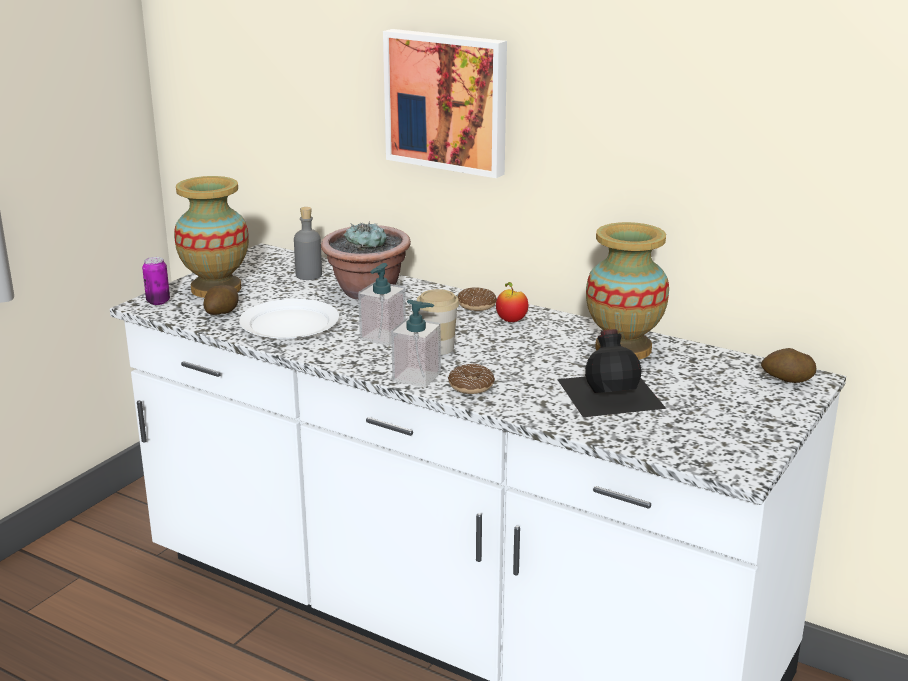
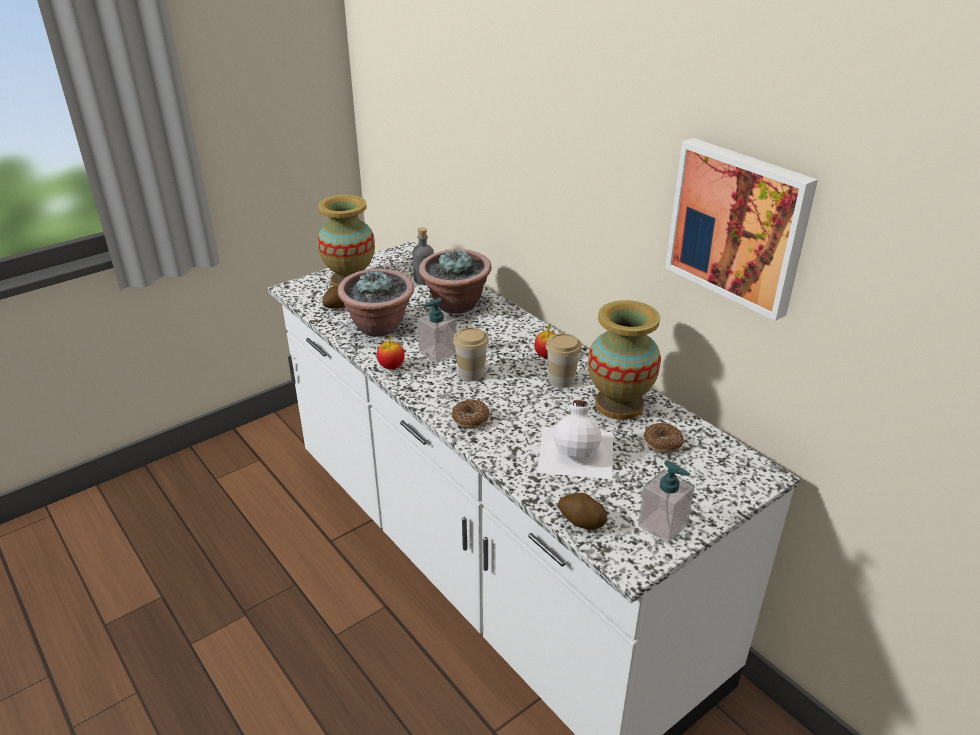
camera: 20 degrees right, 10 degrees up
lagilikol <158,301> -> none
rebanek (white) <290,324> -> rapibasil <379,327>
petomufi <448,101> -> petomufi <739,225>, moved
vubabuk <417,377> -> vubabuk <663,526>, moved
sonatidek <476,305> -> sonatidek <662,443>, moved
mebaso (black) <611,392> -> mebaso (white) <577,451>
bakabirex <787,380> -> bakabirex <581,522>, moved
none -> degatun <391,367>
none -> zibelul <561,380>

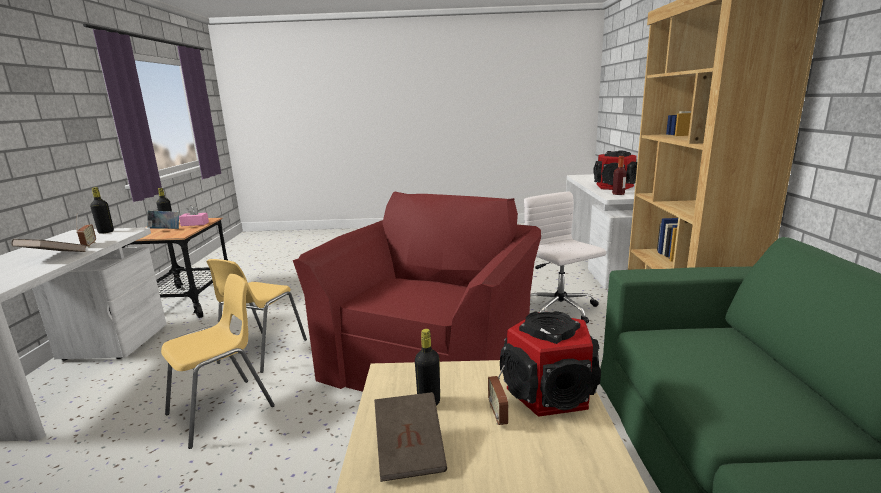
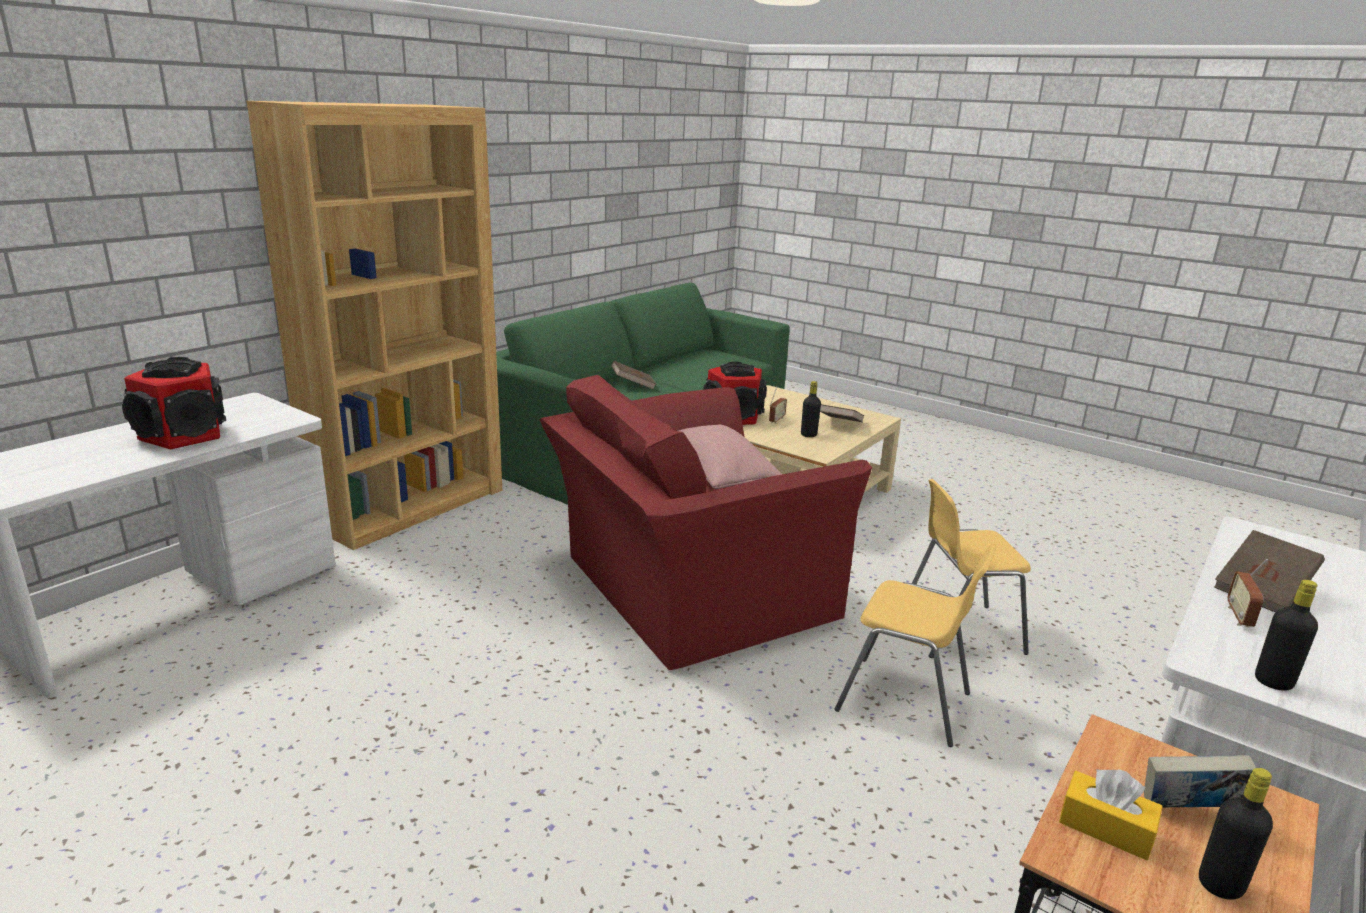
camera: 145 degrees left, 5 degrees up
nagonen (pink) <195,224> -> nagonen (yellow) <1106,827>
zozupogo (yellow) <262,351> -> zozupogo (yellow) <905,702>, 60 degrees clockwise
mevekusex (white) <560,310> -> none
mebaso <618,194> -> none
none -> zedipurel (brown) <633,385>
none -> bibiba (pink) <717,474>

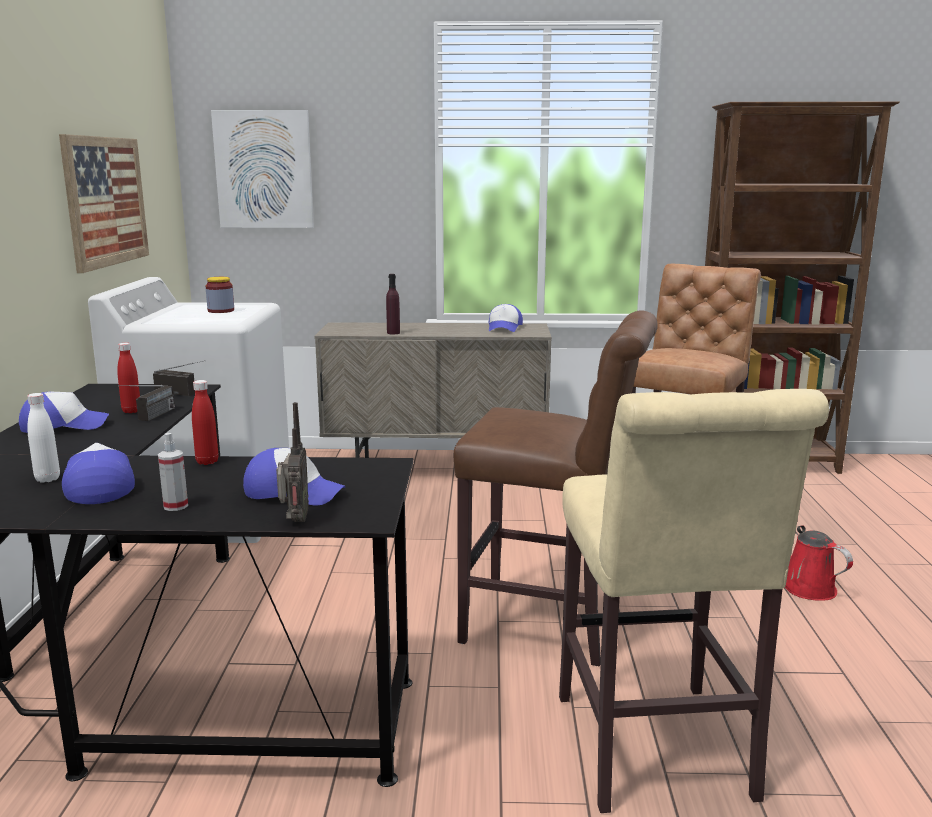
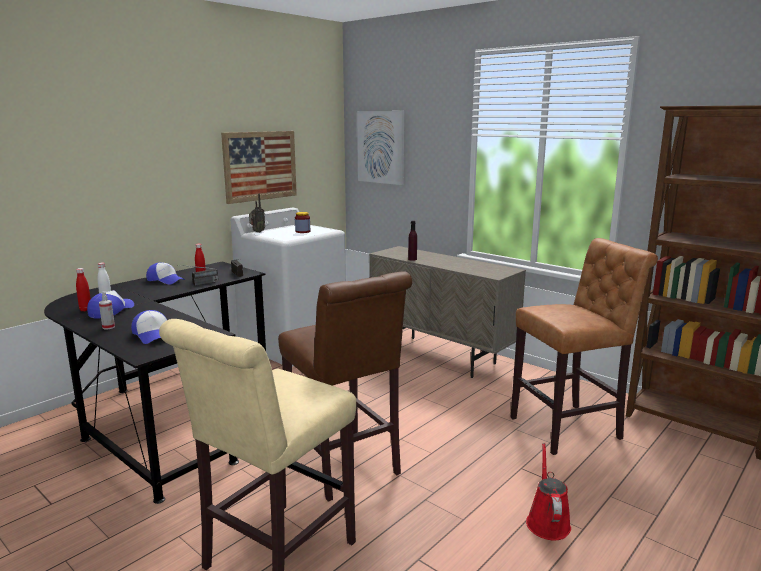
camera: 40 degrees right, 0 degrees up
mebaso (red) <207,462> -> mebaso (red) <85,310>, moved
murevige <294,521> -> murevige <257,232>, moved
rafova <504,328> -> none

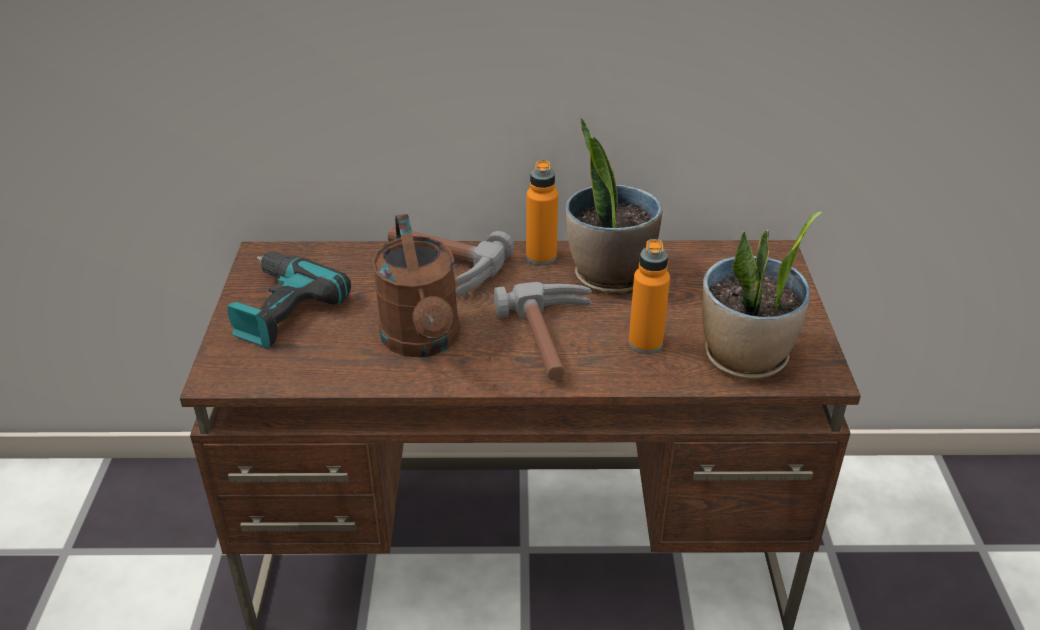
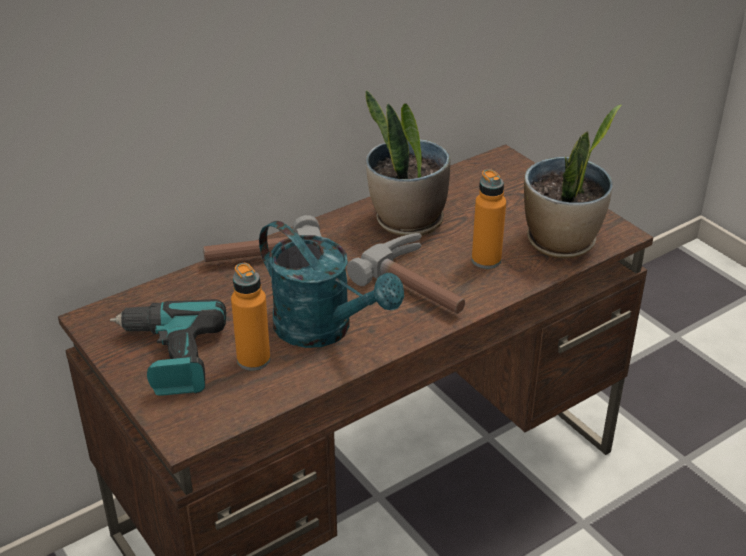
camera: 35 degrees left, 0 degrees up
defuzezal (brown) <423,342> -> defuzezal (turquoise) <324,330>
mebaso (orange) <541,256> -> mebaso (orange) <253,359>, moved

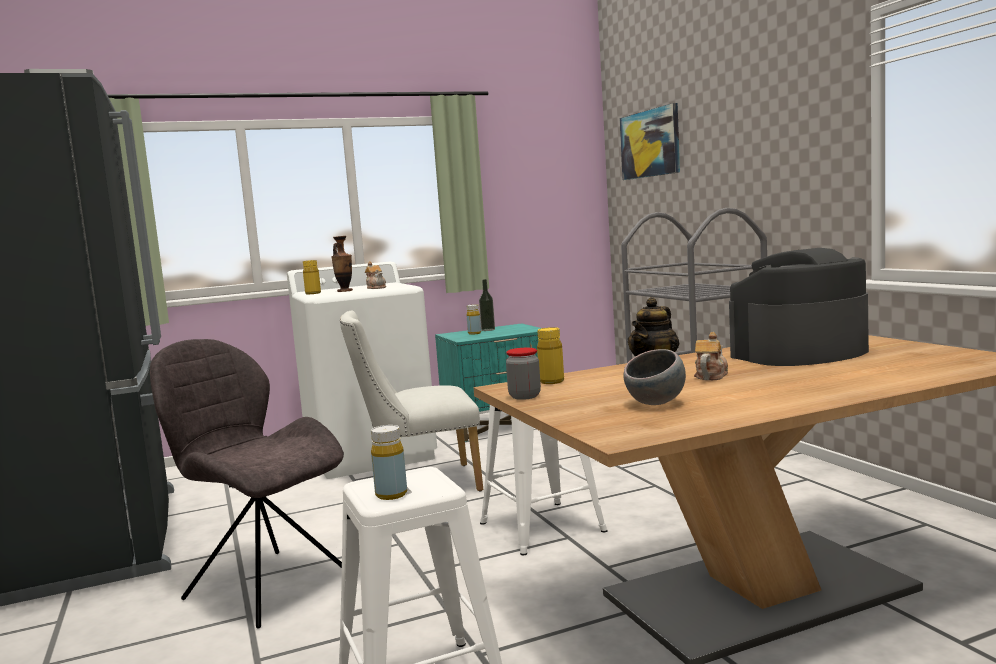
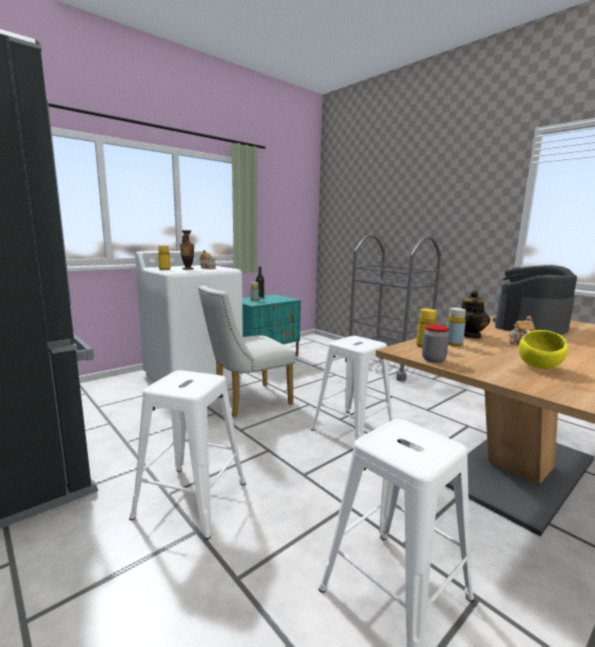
camera: 20 degrees left, 5 degrees up
zozupogo (grey) <265,585> -> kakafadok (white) <191,498>
mebaso (yellow) <391,494> -> mebaso (yellow) <453,344>, moved
petomufi <650,143> -> none
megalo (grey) <656,403> -> megalo (yellow) <539,367>

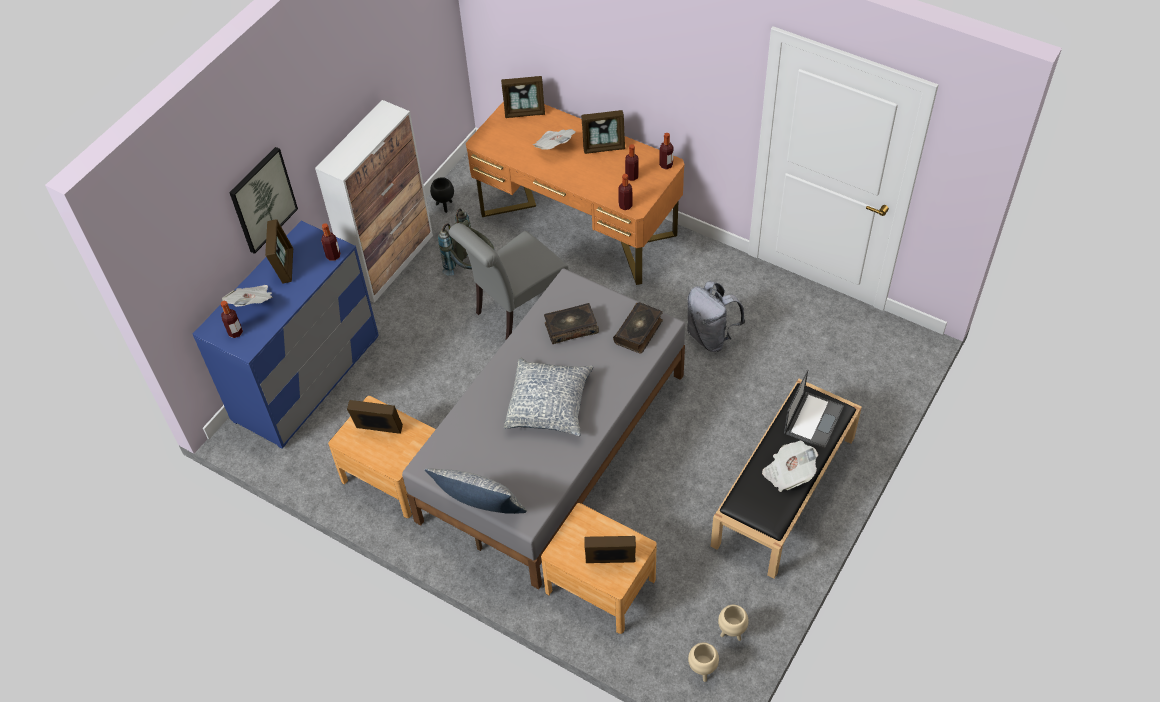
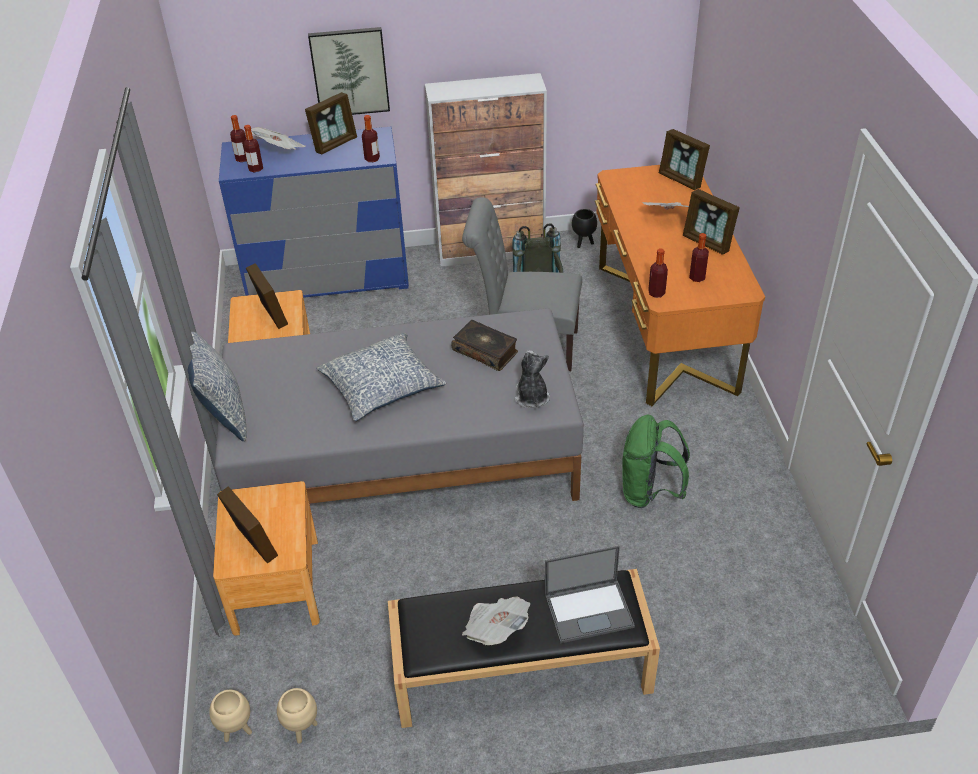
camera: 50 degrees right, 10 degrees down
zedipurel <639,332> -> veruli <531,397>
mebaso <666,165> -> mebaso <256,169>, moved
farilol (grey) <711,336> -> farilol (green) <649,492>

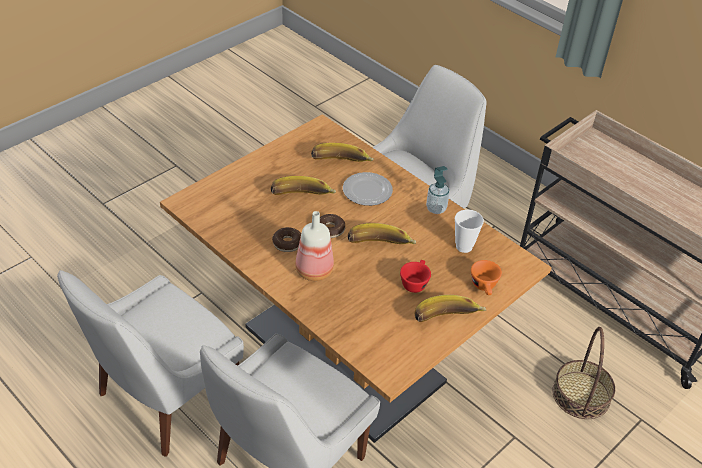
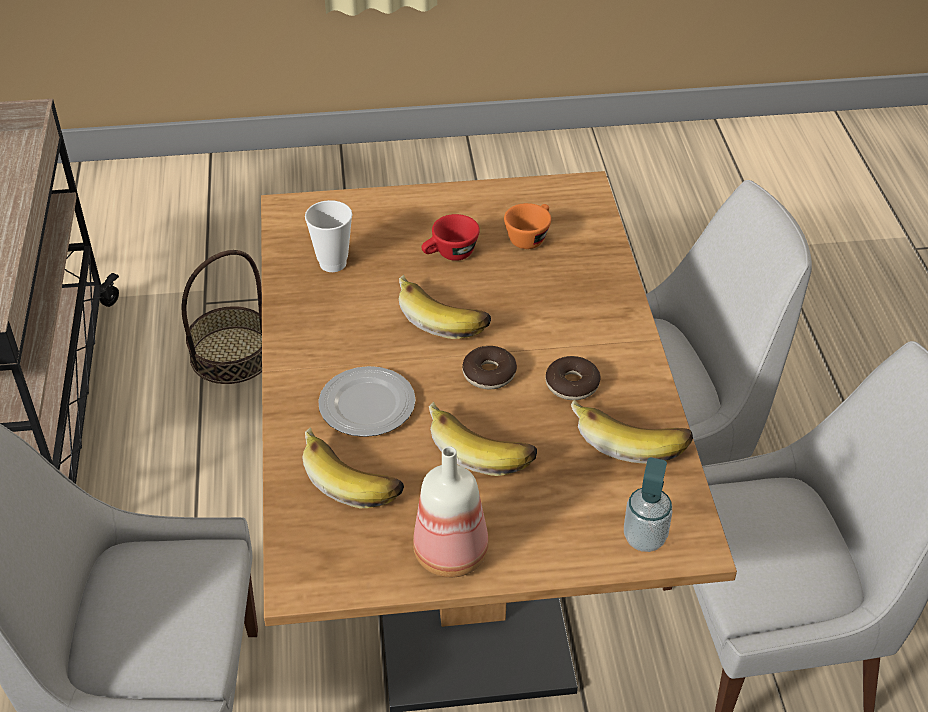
camera: 140 degrees left, 0 degrees up
mebaso <313,271> -> mebaso <453,553>, moved
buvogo <447,320> -> buvogo <630,439>, moved
vubabuk <436,209> -> vubabuk <644,538>, moved
zibelul (orange) <484,287> -> zibelul (orange) <529,236>, moved

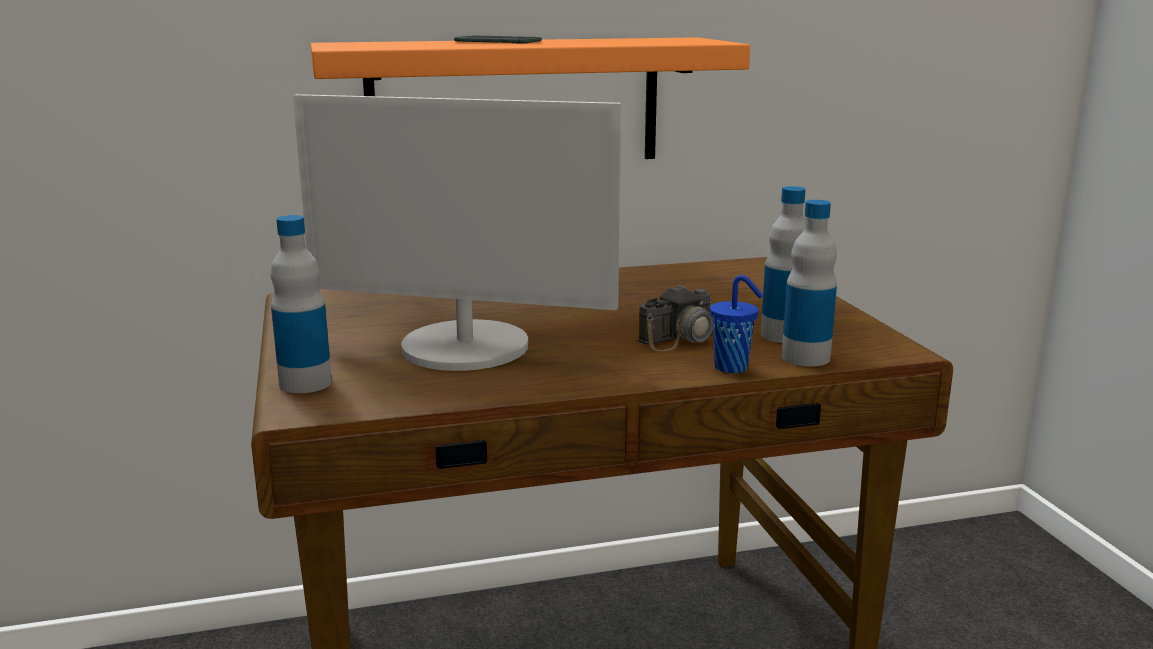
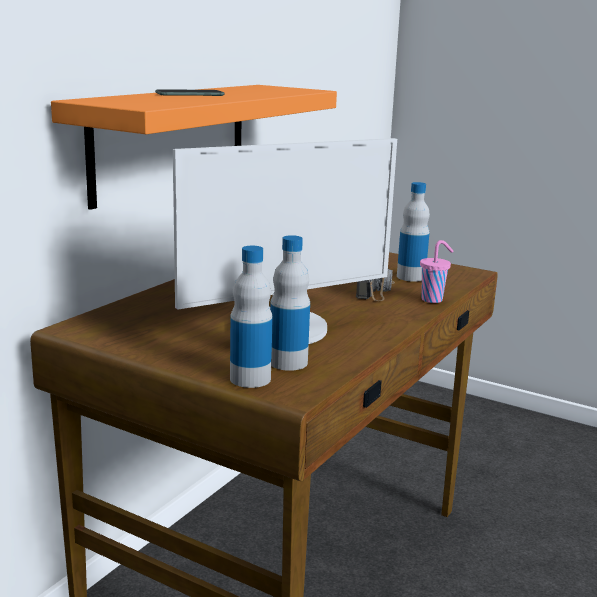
camera: 45 degrees left, 0 degrees up
zibelul (blue) <733,368> -> zibelul (pink) <433,300>
mebaso <805,357> -> mebaso <288,362>, moved

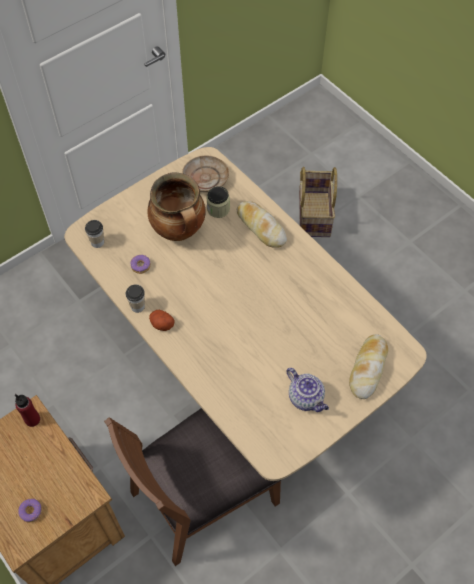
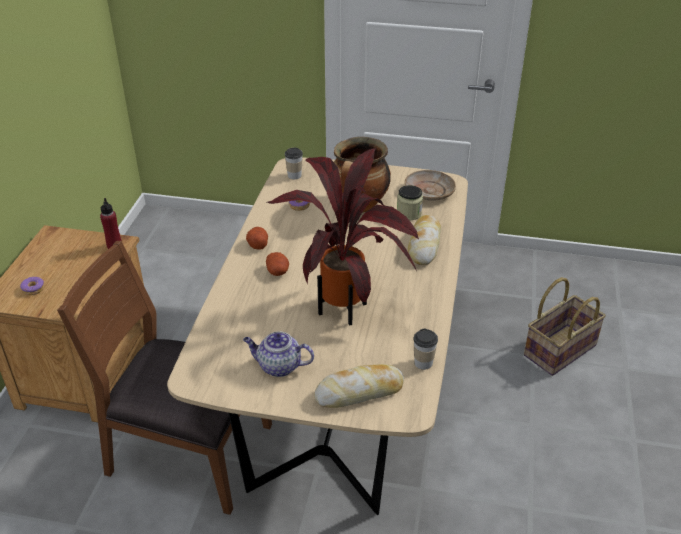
camera: 50 degrees right, 20 degrees down
zibelul <137,306> -> zibelul <423,363>, moved
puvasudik <306,398> -> puvasudik <278,366>, 90 degrees clockwise
none -> bakabirex <278,271>
none -> rapibasil <347,306>

